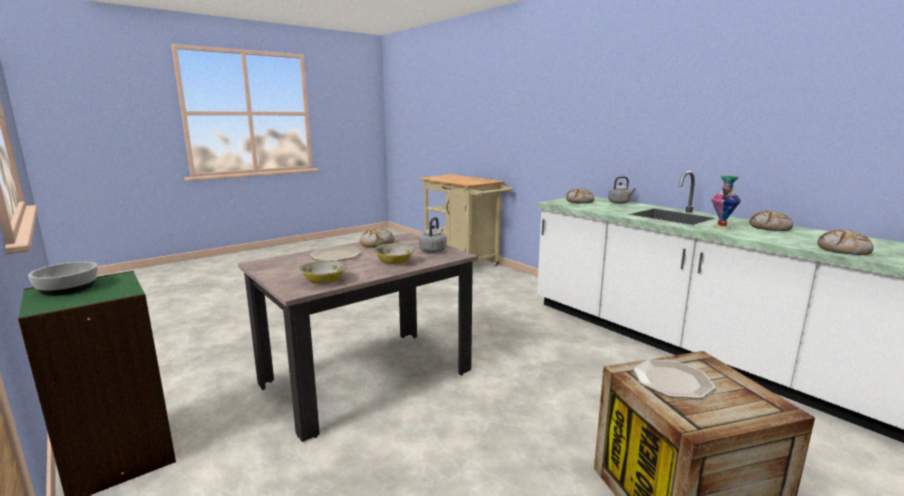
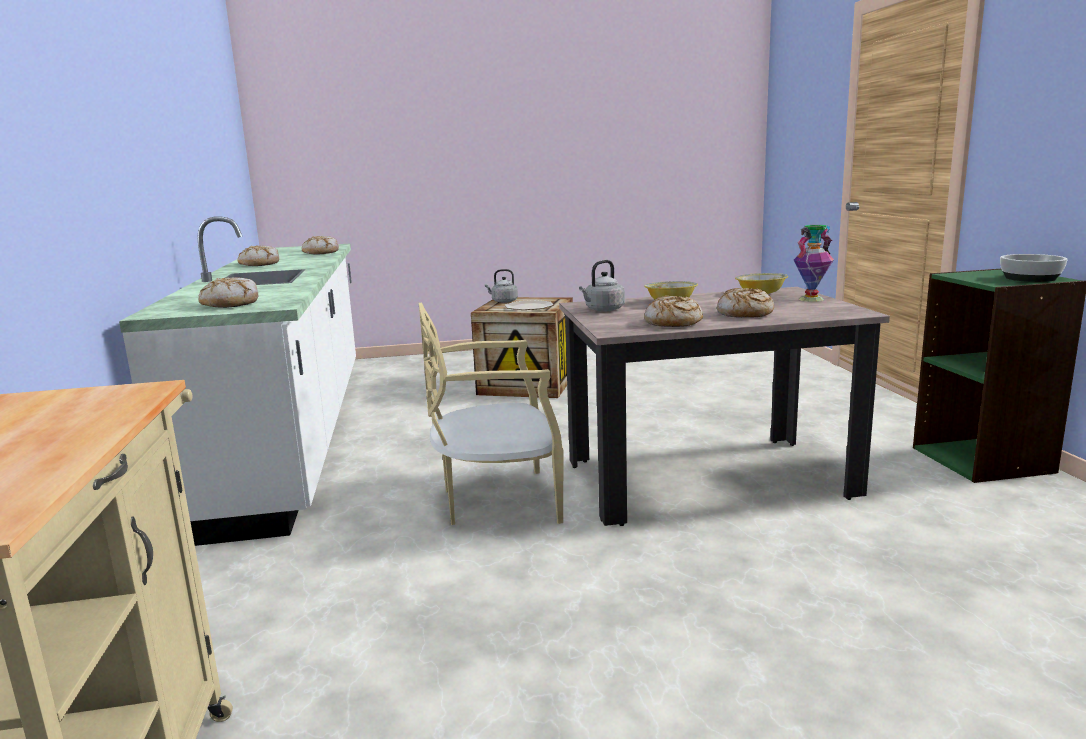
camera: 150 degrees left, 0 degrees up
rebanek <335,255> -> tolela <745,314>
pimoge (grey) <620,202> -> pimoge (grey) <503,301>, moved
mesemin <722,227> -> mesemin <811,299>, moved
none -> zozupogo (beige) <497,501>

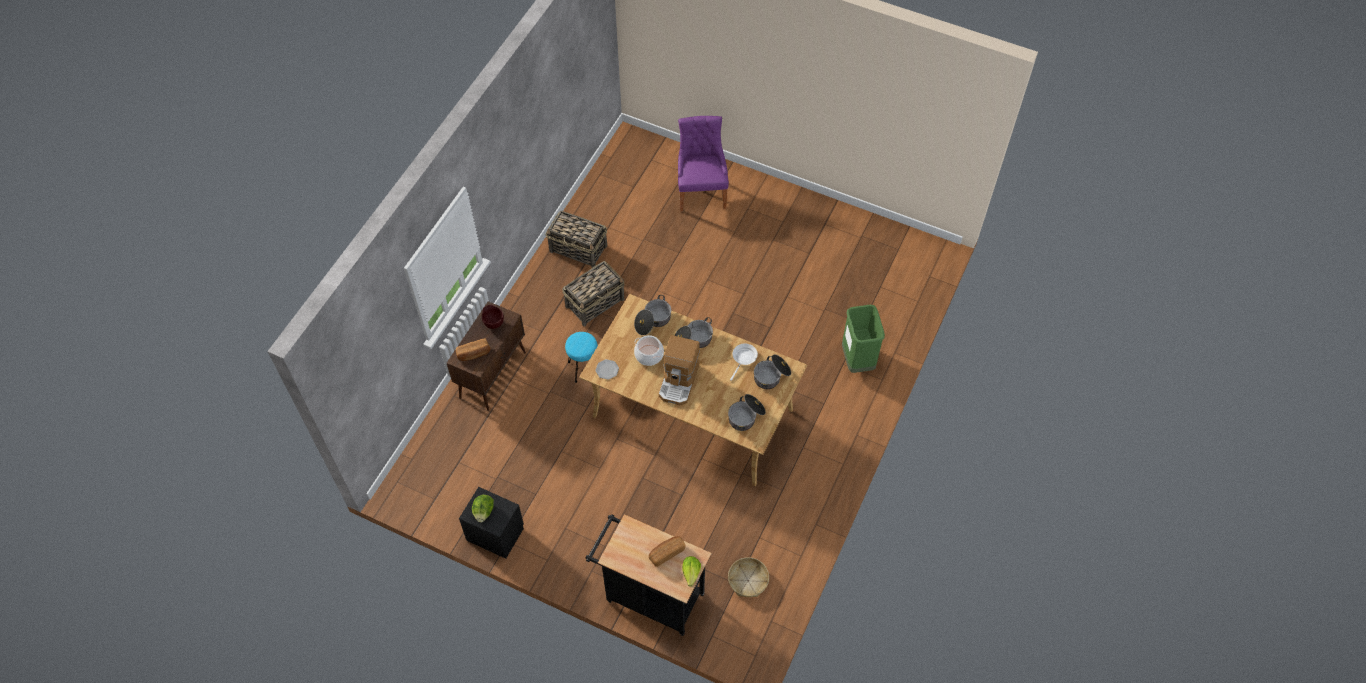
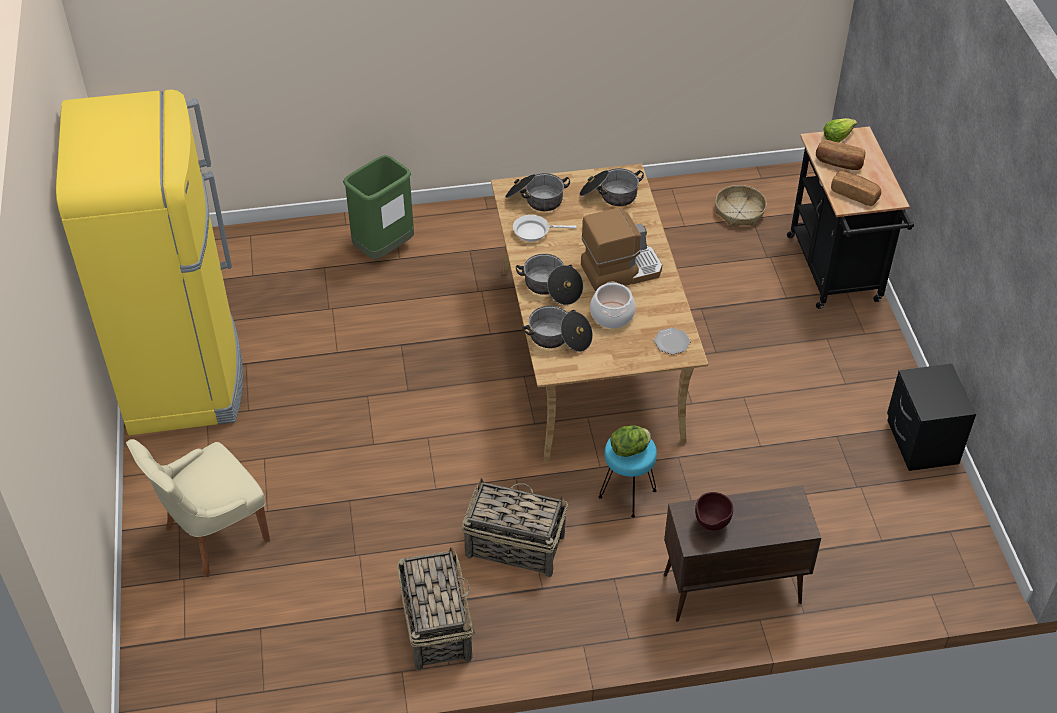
camera: 125 degrees left, 10 degrees down
tolela <474,354> -> tolela <855,194>, moved
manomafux <483,512> -> manomafux <630,450>, moved
zozupogo (purple) <701,192> -> zozupogo (beige) <213,535>
none -> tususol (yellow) <184,376>

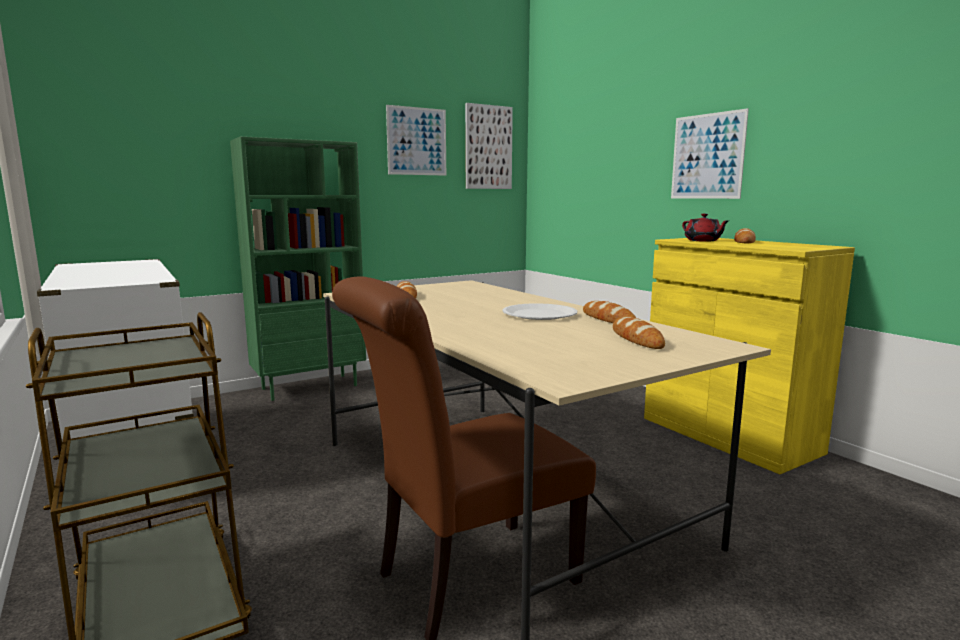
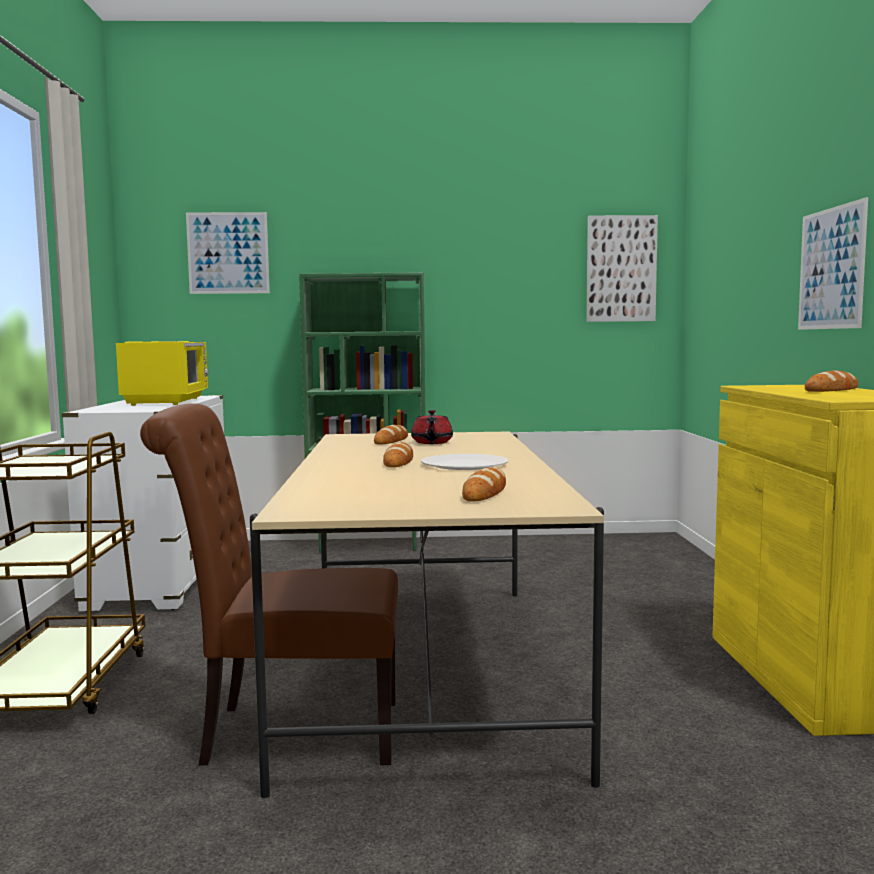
camera: 30 degrees right, 5 degrees down
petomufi <417,141> -> petomufi <228,253>, moved
tolela <608,319> -> tolela <398,461>, moved
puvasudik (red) <703,241> -> puvasudik (red) <431,443>, moved
none -> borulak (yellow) <168,401>

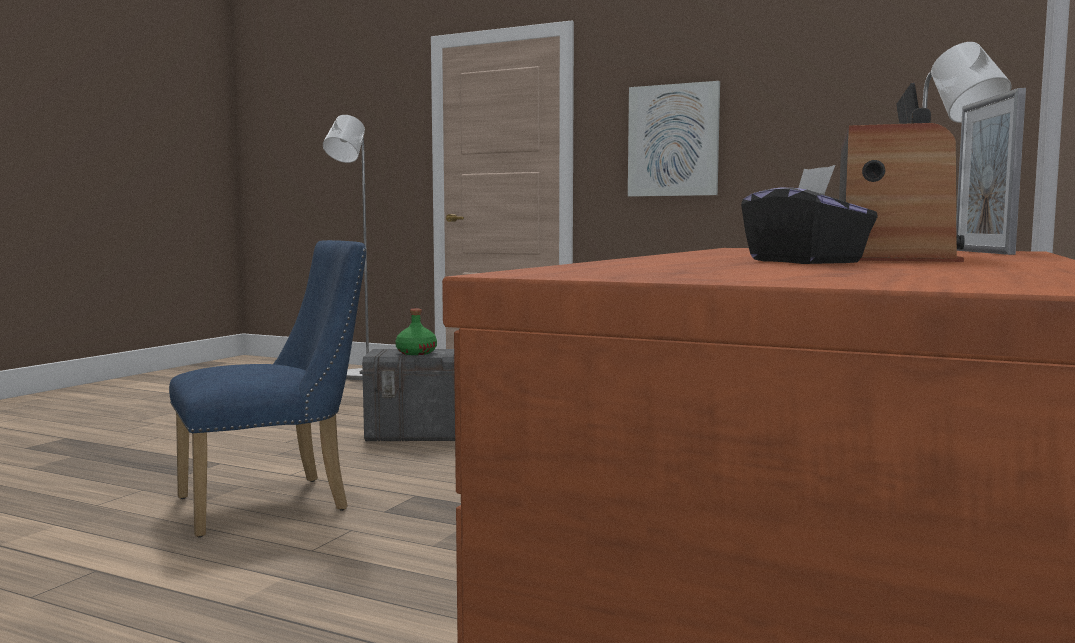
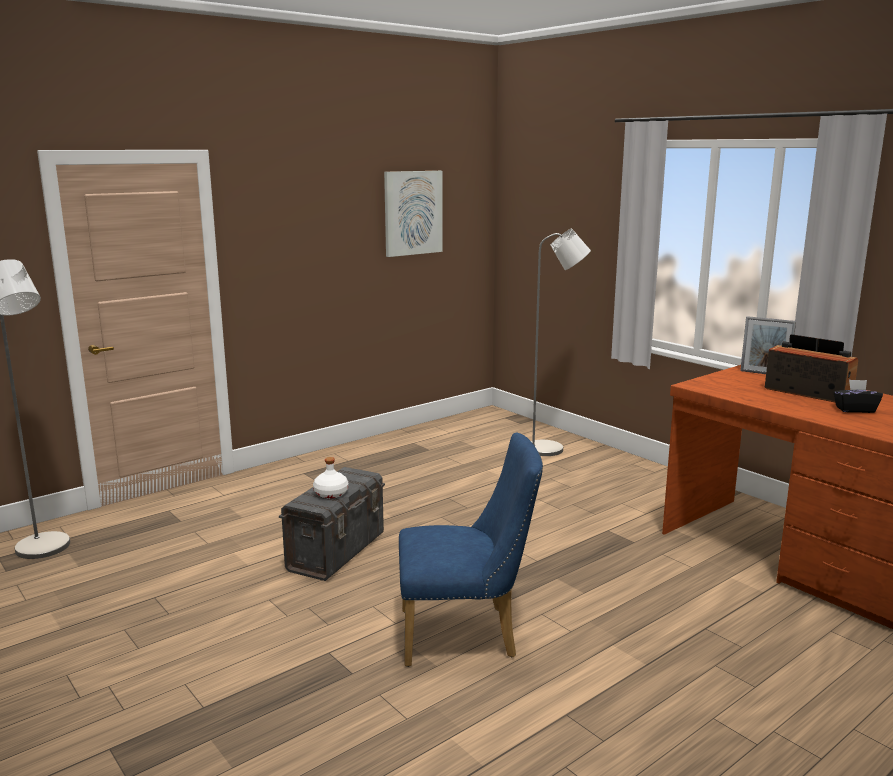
camera: 65 degrees left, 10 degrees up
zozupogo (blue) <276,503> -> zozupogo (blue) <467,635>, 90 degrees clockwise
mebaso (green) <416,353> -> mebaso (white) <330,493>
petomufi <673,140> -> petomufi <413,213>, moved

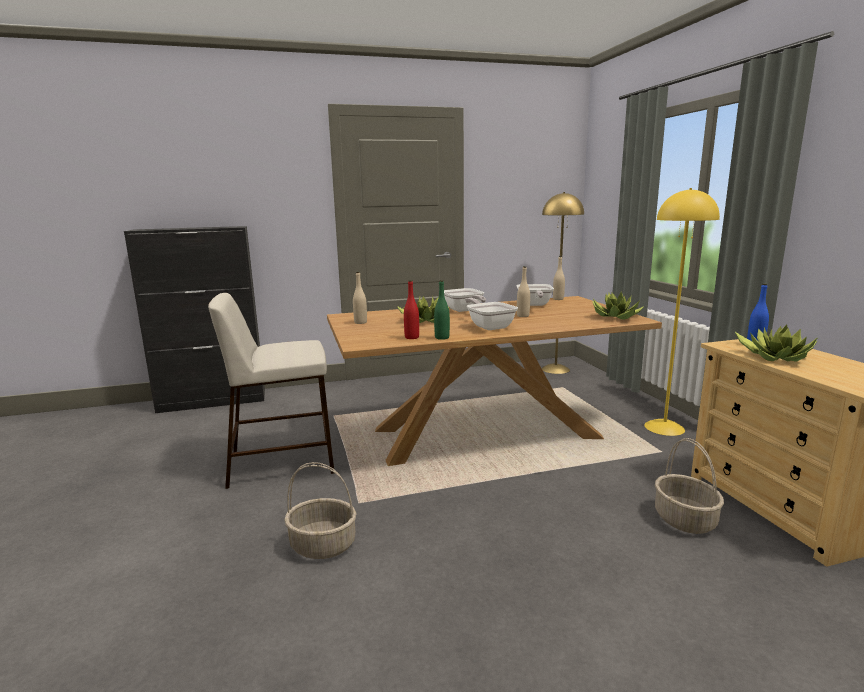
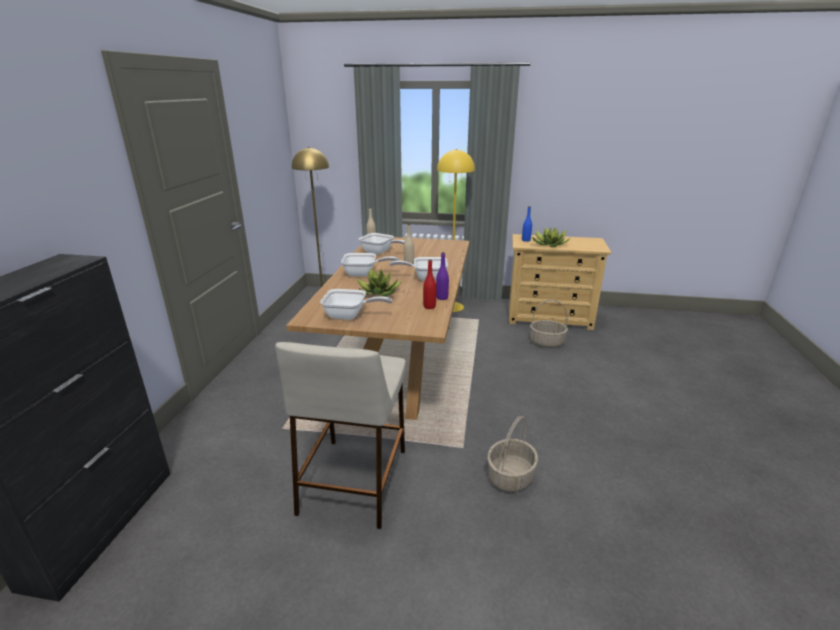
camera: 65 degrees left, 10 degrees up
mebaso (beige) <360,322> -> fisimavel <350,316>
mebaso (green) <442,338> -> mebaso (purple) <442,298>
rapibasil <615,317> -> none

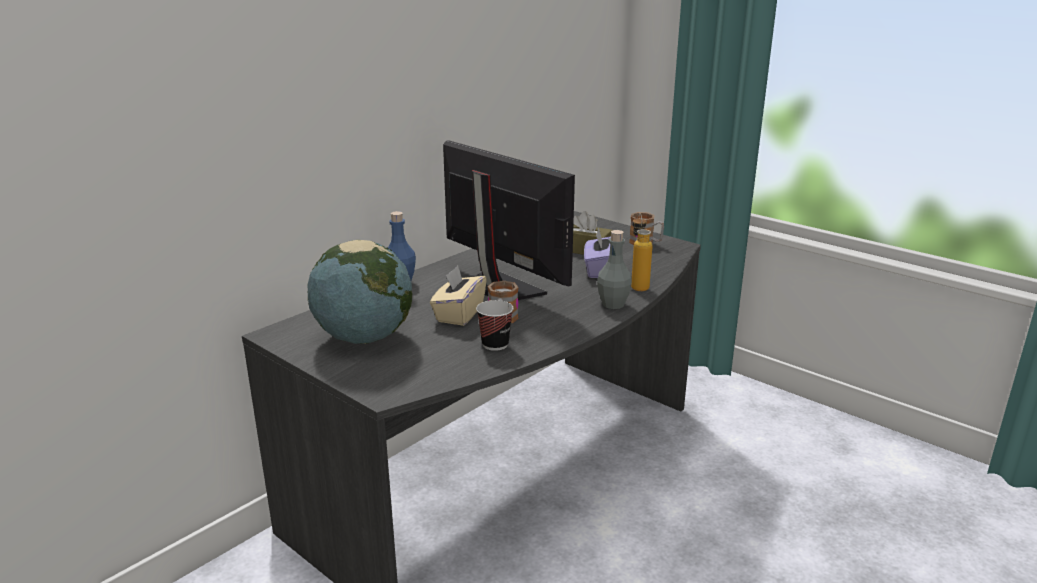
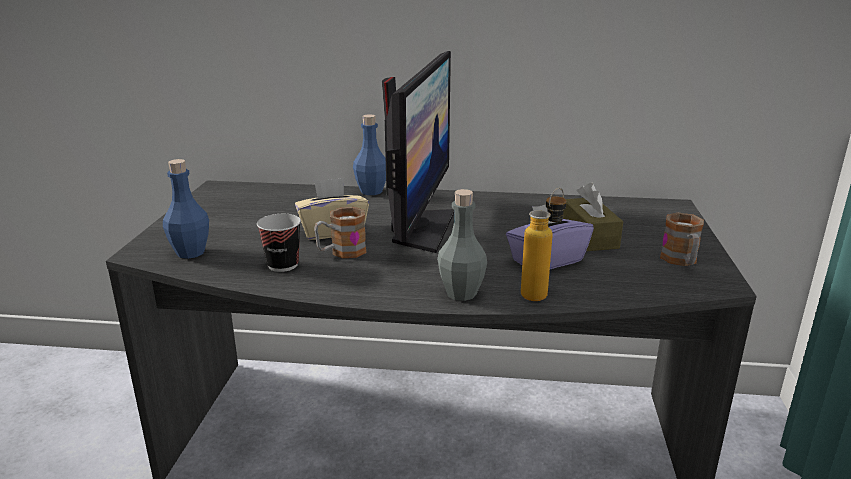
camera: 55 degrees right, 0 degrees up
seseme <364,337> -> none
none -> mebaso (blue) <190,252>

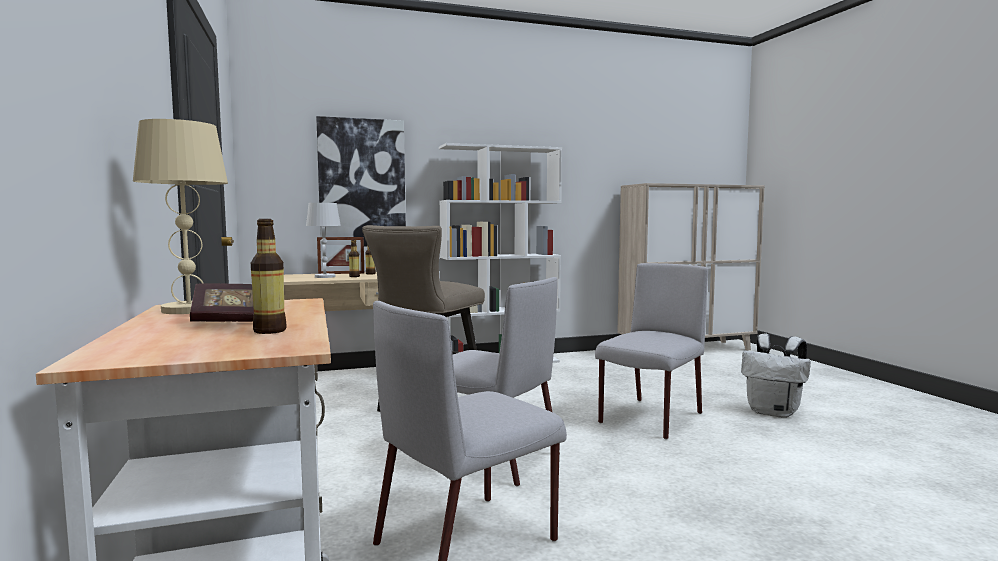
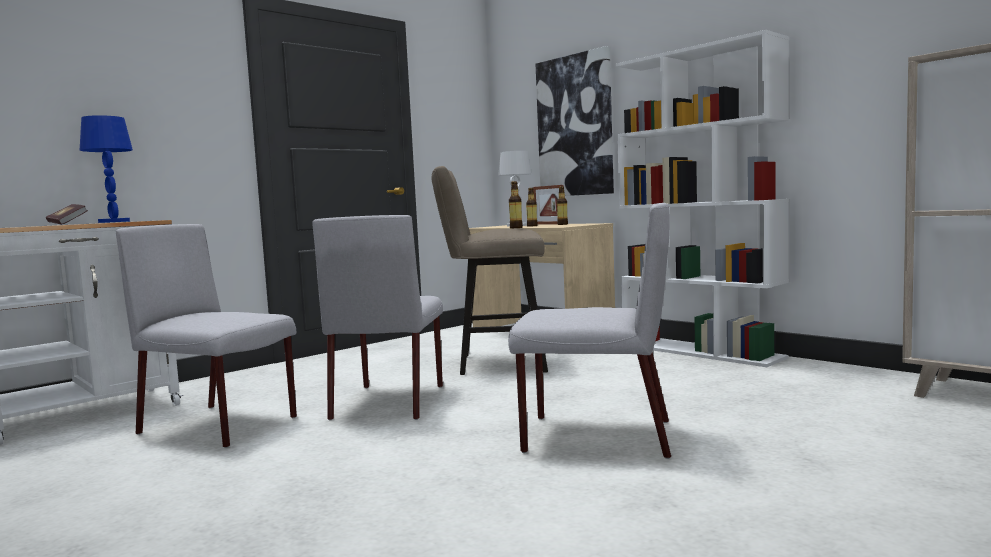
camera: 65 degrees right, 0 degrees up
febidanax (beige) <188,310> -> febidanax (blue) <113,222>
mebaso <269,331> -> mebaso <516,228>, moved
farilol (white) <774,412> -> none

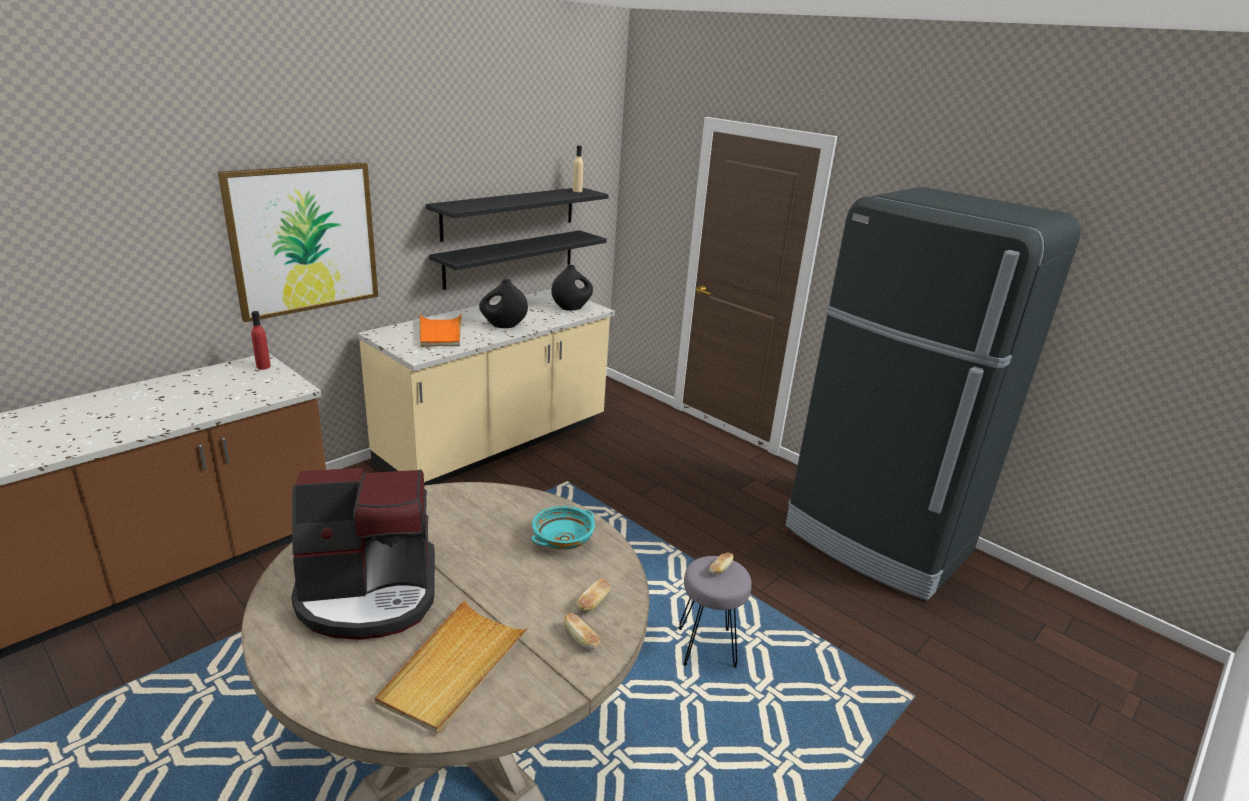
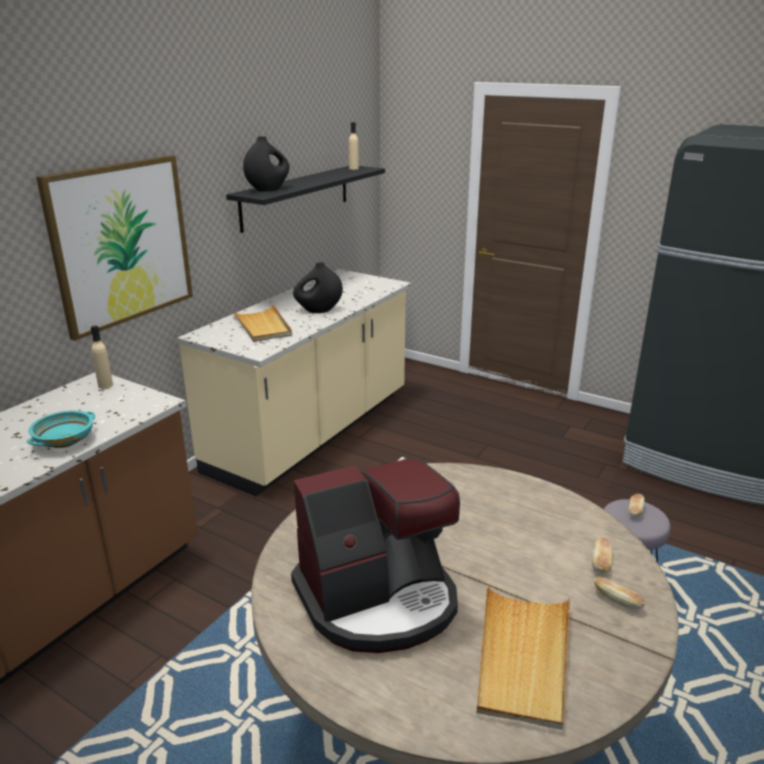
camera: 10 degrees left, 0 degrees up
mebaso (red) <263,366> -> mebaso (beige) <105,385>
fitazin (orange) <440,333> -> fitazin (beige) <262,326>
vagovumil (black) <510,258> -> none
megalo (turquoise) <563,539> -> megalo (turquoise) <65,440>, moved
mesemin (black) <571,308> -> mesemin (black) <268,189>, moved

